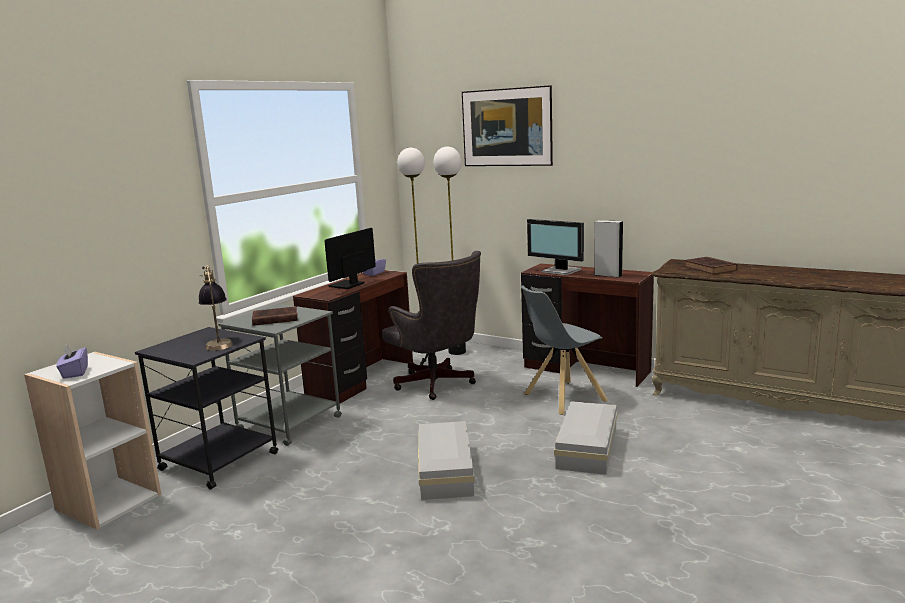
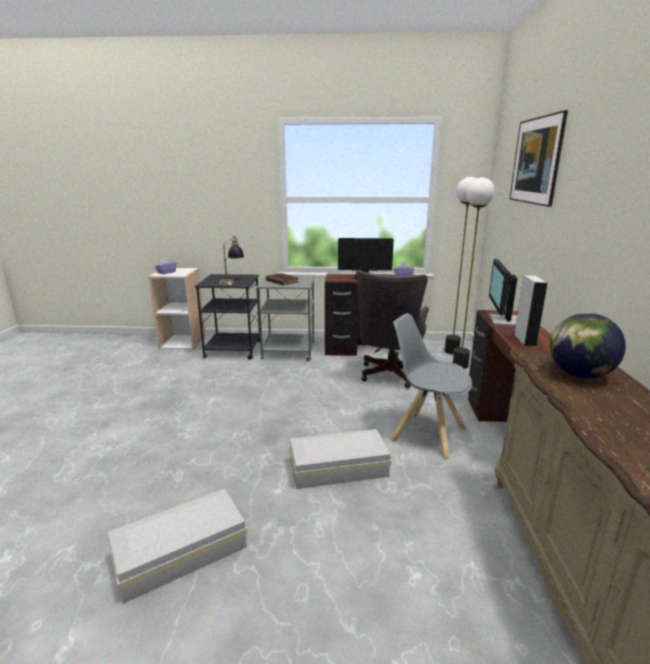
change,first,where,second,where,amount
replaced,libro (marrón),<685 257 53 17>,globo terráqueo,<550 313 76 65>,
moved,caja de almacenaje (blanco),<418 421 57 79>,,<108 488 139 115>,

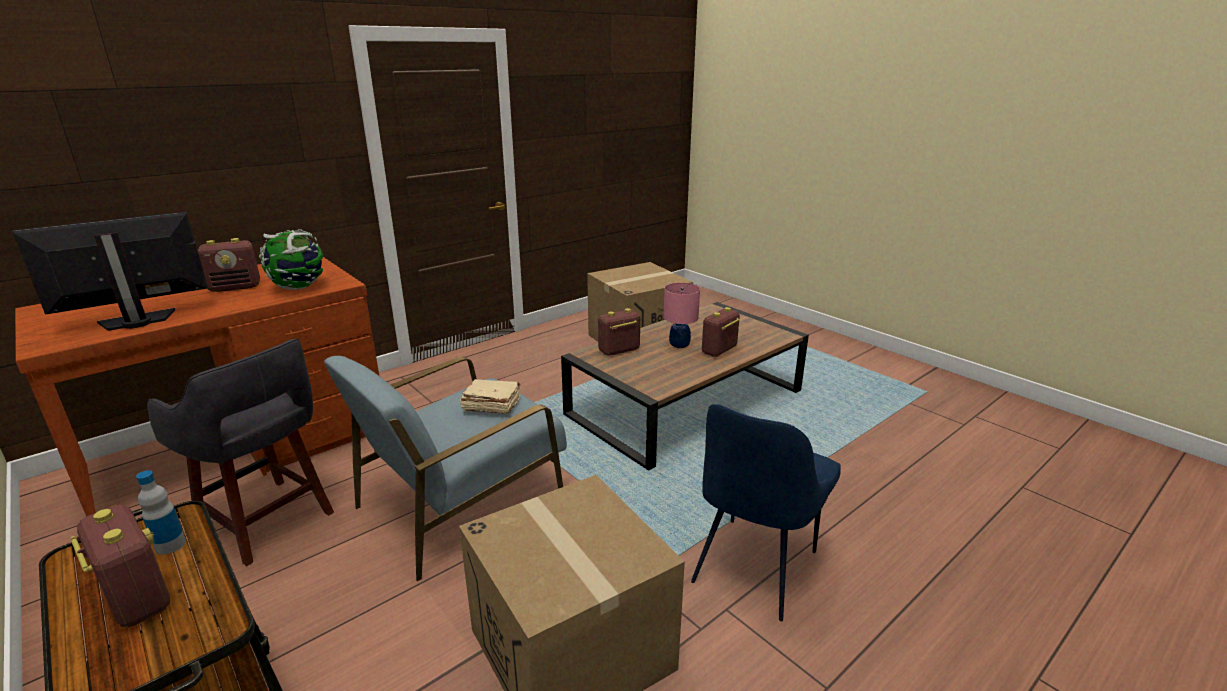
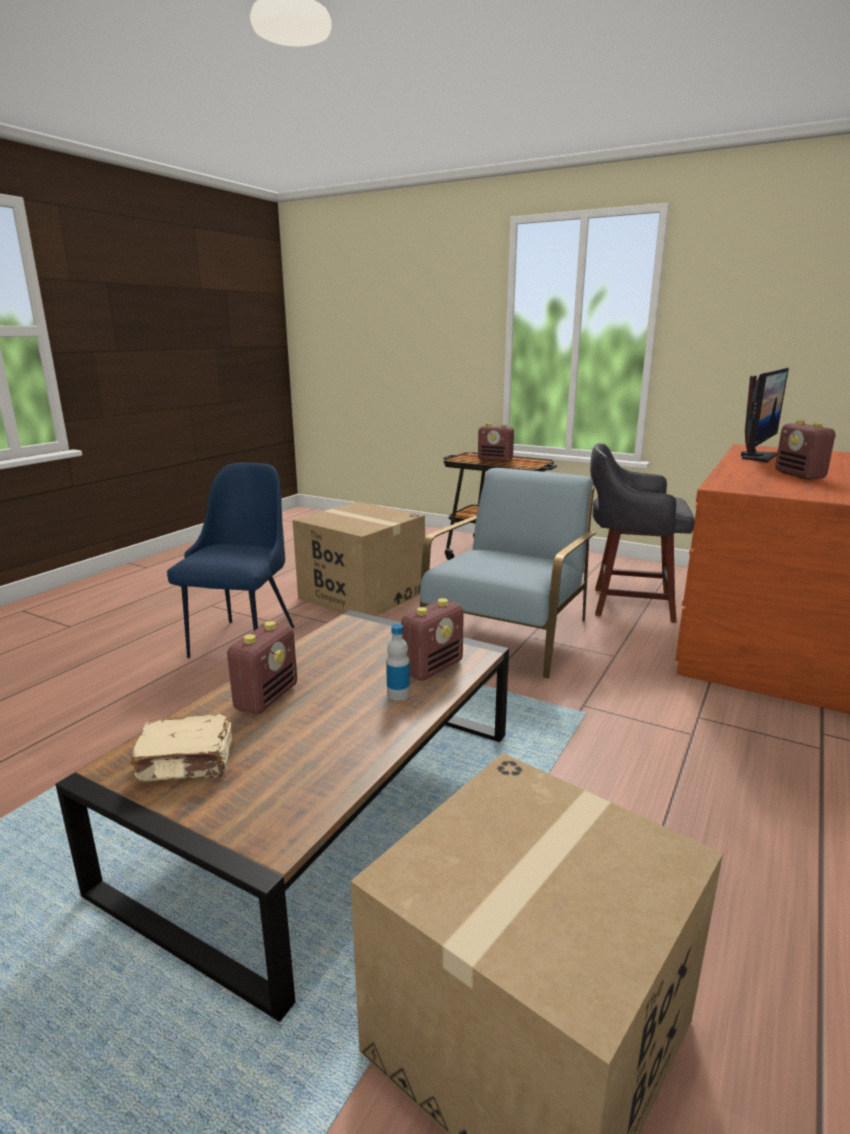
change,first,where,second,where,amount
removed,globo terráqueo,<259 229 64 61>,,,
turned,radio,<198 238 62 54>,,<775 420 62 59>,60 degrees counterclockwise
removed,lámpara de mesa (rosa),<663 283 37 65>,,,
moved,libro (beis),<460 379 61 35>,,<130 714 103 67>,
moved,botella,<136 470 50 85>,,<386 624 24 77>,

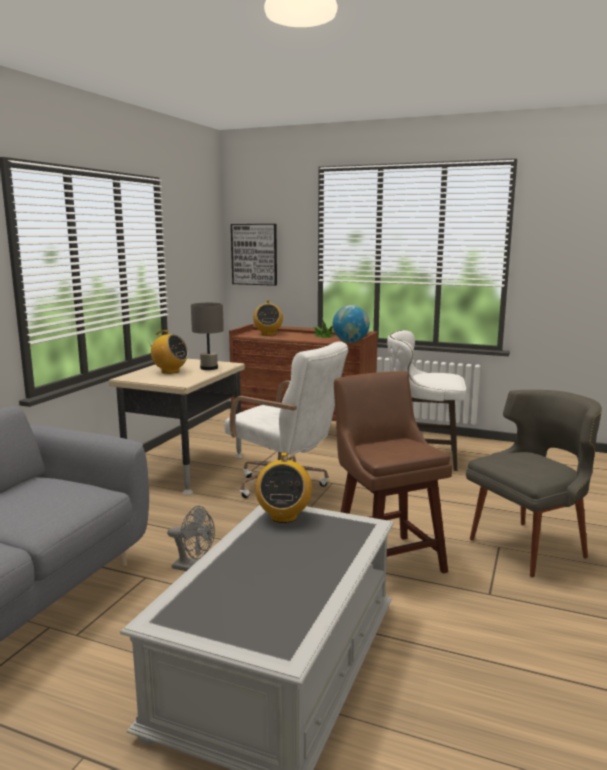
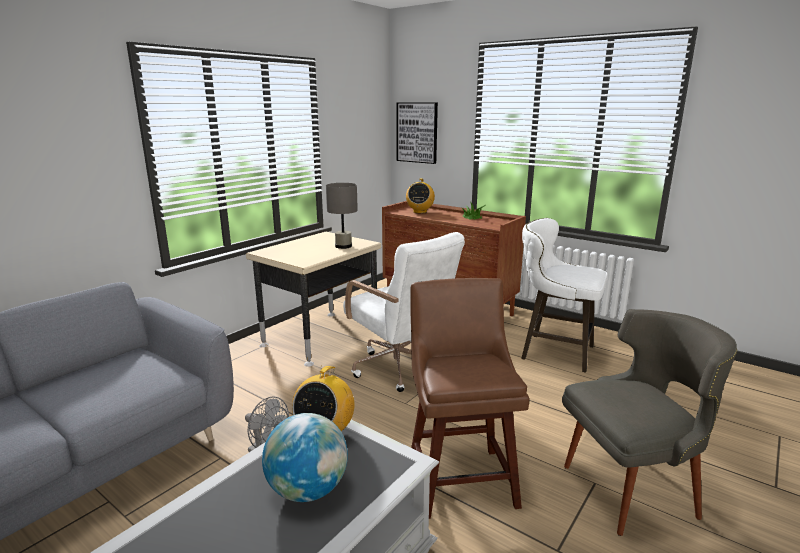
change,first,where,second,where,amount
moved,globo terráqueo,<333 305 37 37>,,<262 413 86 89>,
removed,radio,<146 330 42 44>,,,

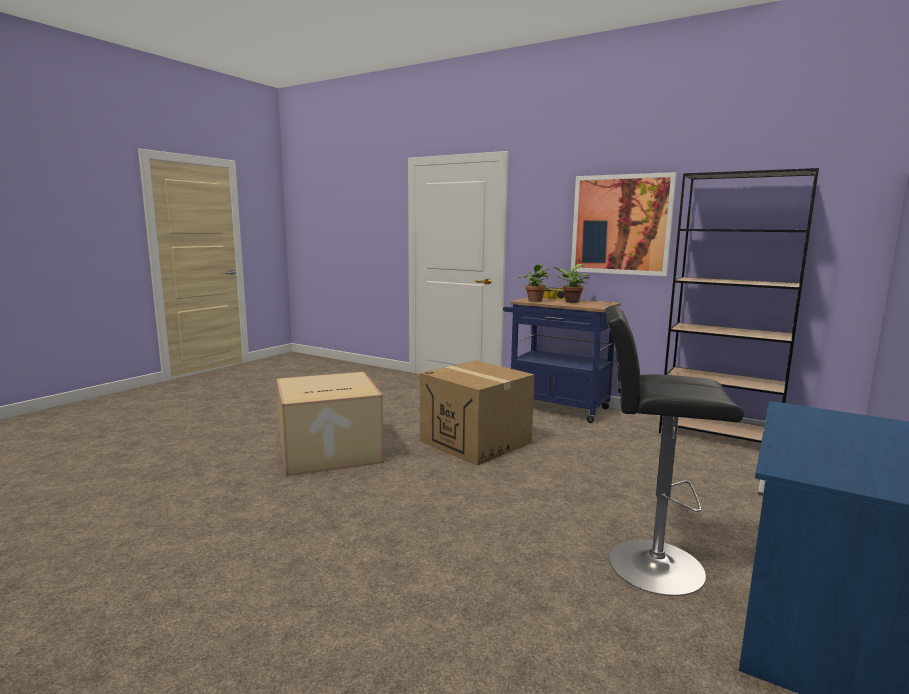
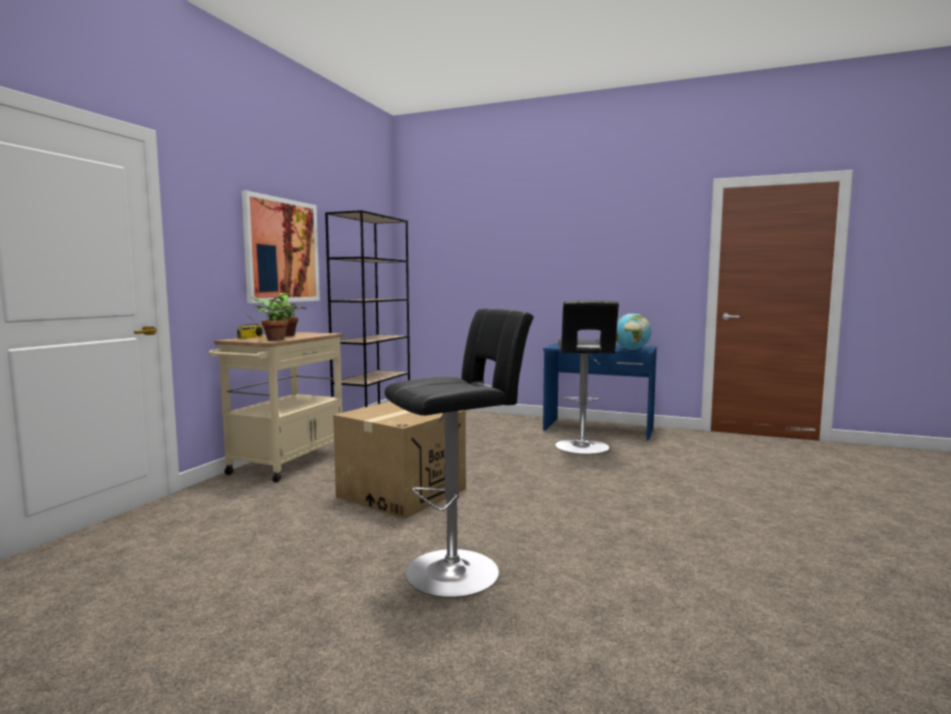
change,first,where,second,where,amount
recoloured,carrito (azul),<503 297 118 126>,carrito (beis),<209 332 134 151>,
replaced,caja de cartón,<277 372 107 105>,taburete (negro),<385 308 149 290>,
added,,,globo terráqueo,<616 314 35 36>,

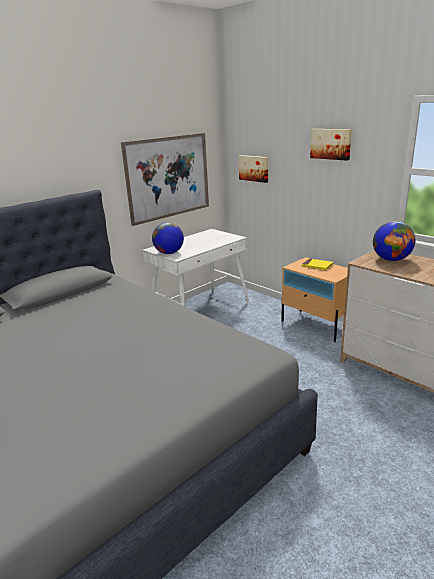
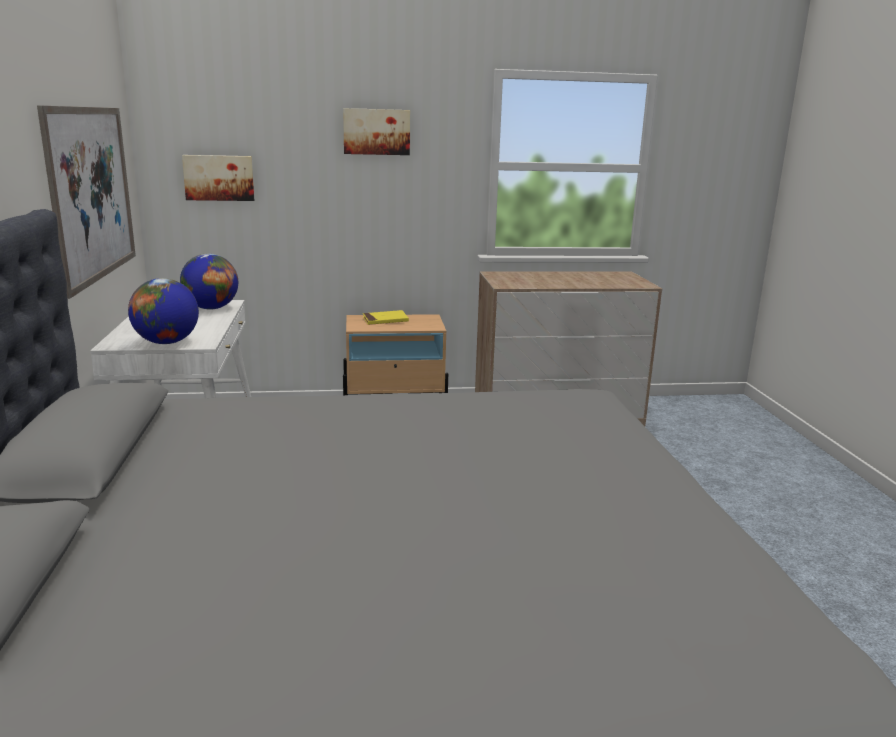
change,first,where,second,where,amount
moved,globo terráqueo,<373 221 42 40>,,<180 253 58 57>,

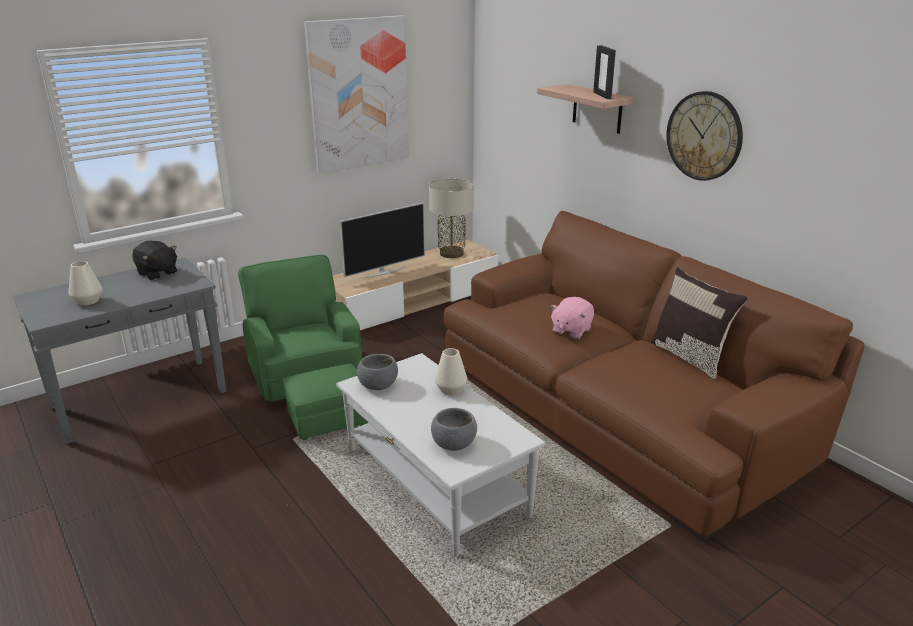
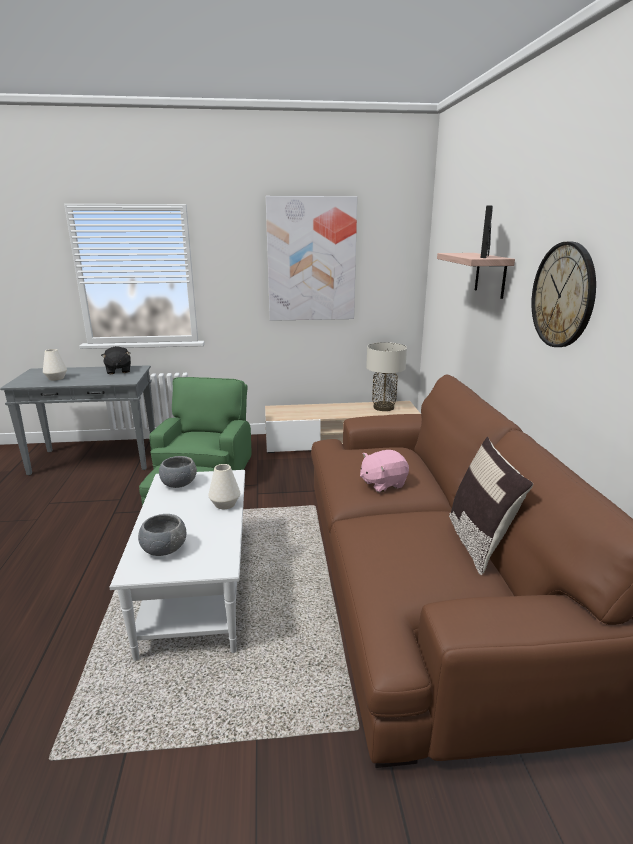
change,first,where,second,where,amount
removed,televisor,<340 202 85 77>,,,

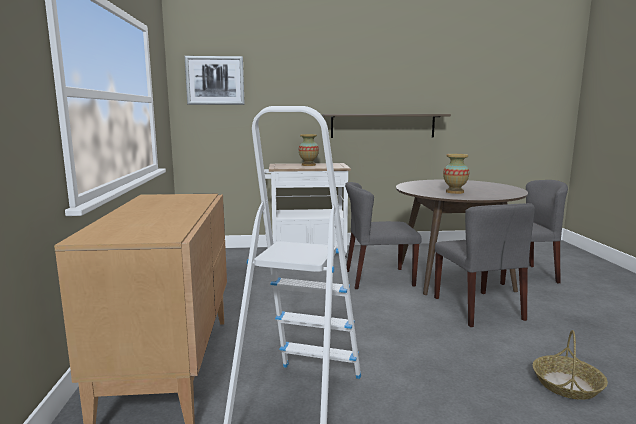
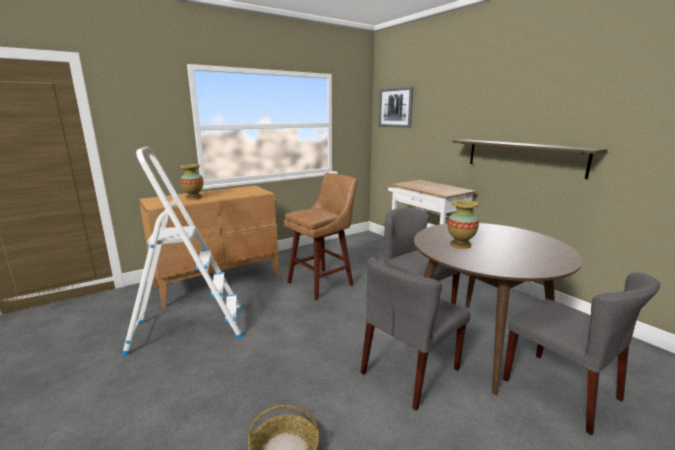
change,first,where,second,where,amount
moved,florero,<299 134 20 32>,,<180 164 24 36>,
added,,,taburete (marrón),<284 173 73 128>,

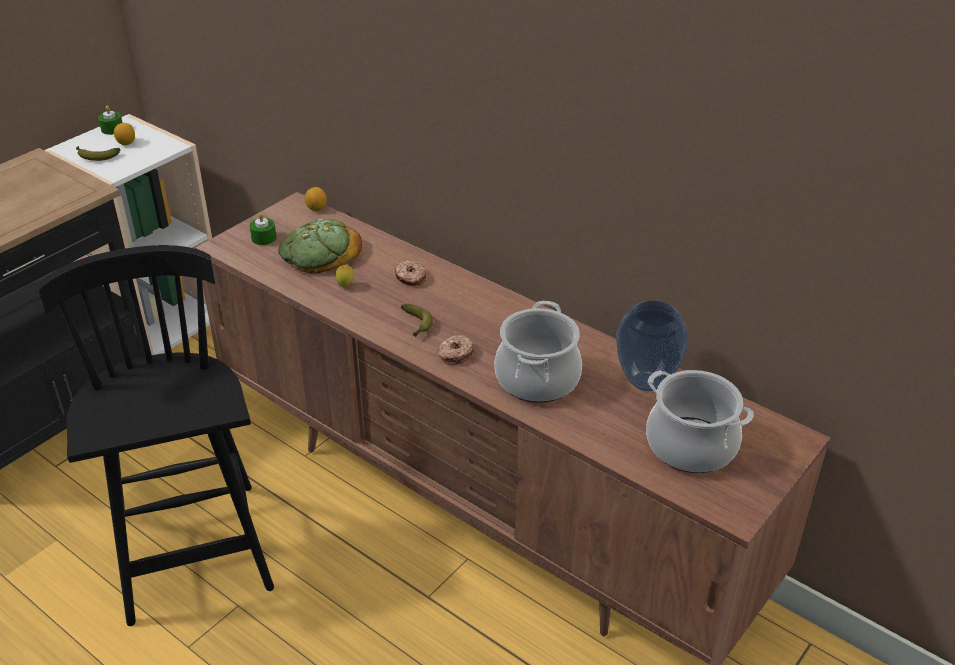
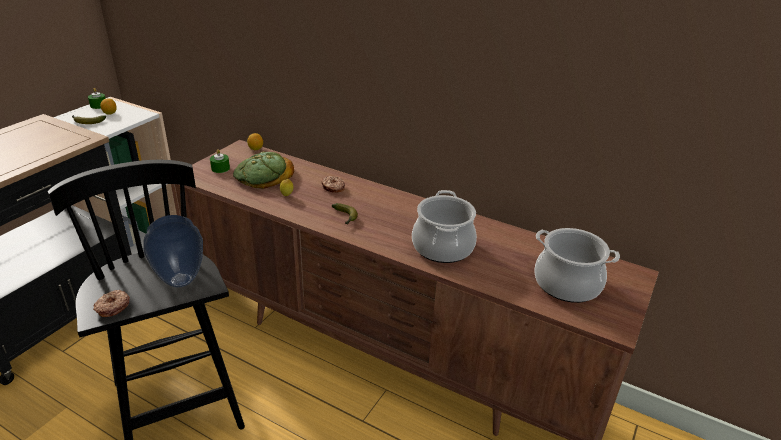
change,first,where,second,where,amount
moved,florero,<616 301 72 90>,,<143 215 60 72>,
moved,rosquilla,<437 335 37 30>,,<93 290 37 27>,

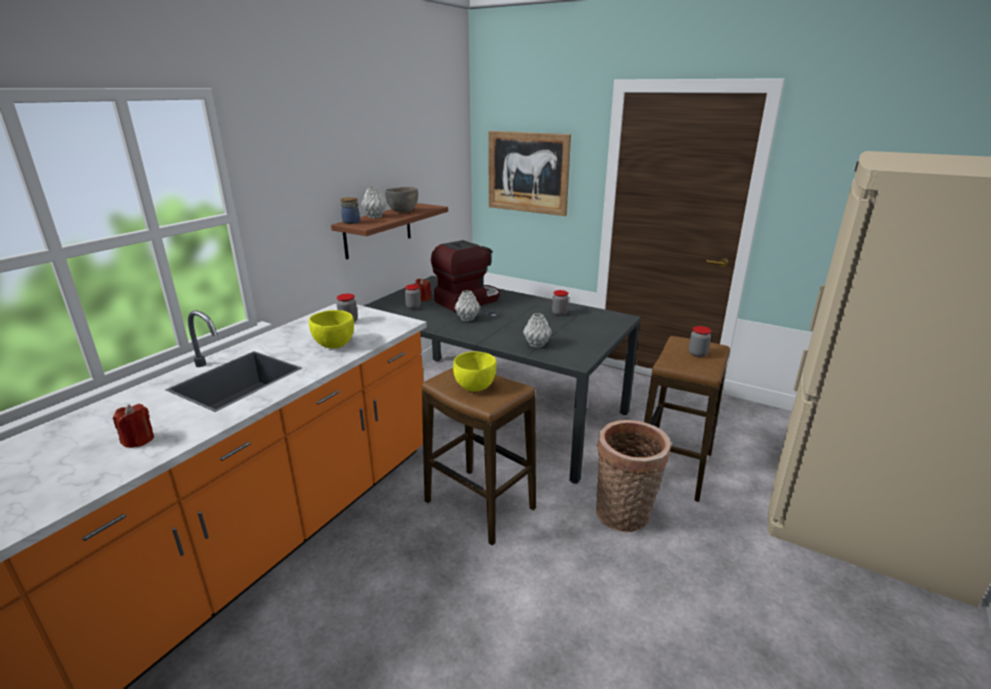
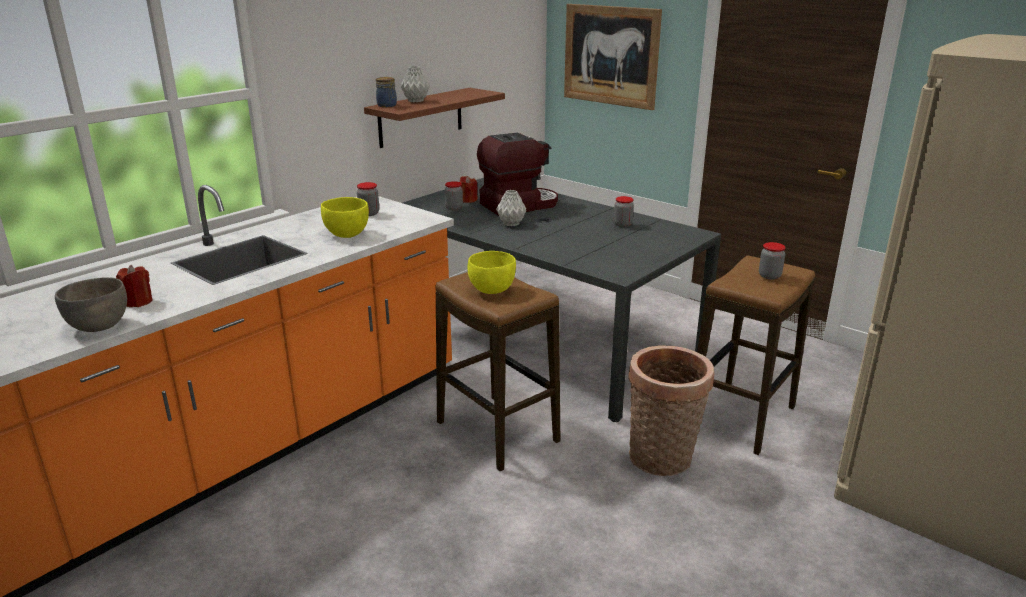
change,first,where,second,where,amount
moved,cuenco (gris),<385 187 33 25>,,<55 277 72 55>,
removed,florero (gris),<523 313 29 35>,,,

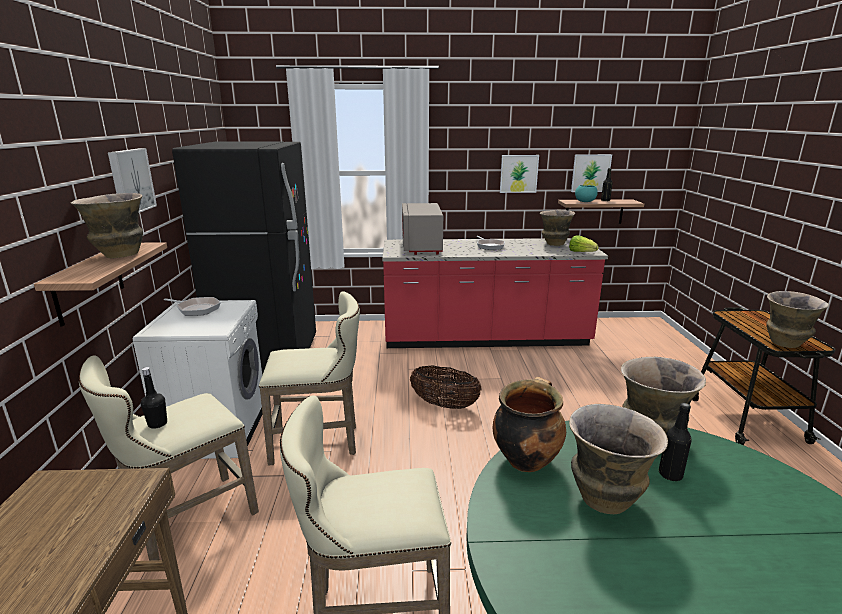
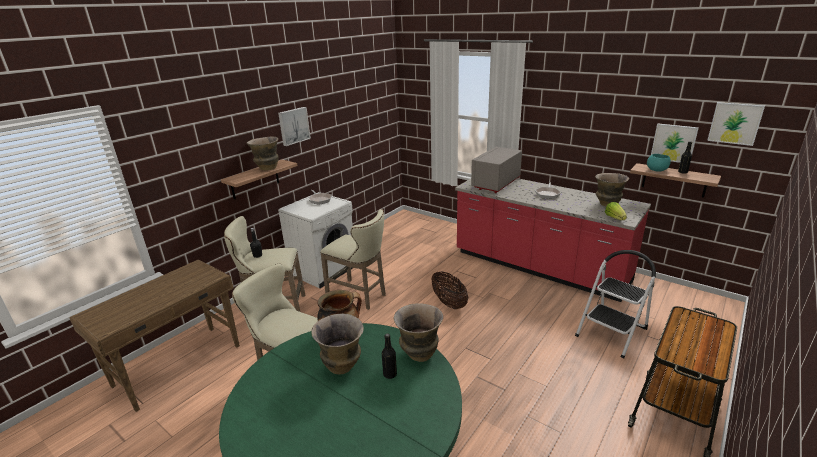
change,first,where,second,where,amount
removed,nevera (negro),<172 142 144 233>,,,
moved,cuadro,<500 155 39 38>,,<707 102 58 44>,
removed,florero,<766 291 63 57>,,,
added,,,escalera de tijera,<575 250 81 108>,

